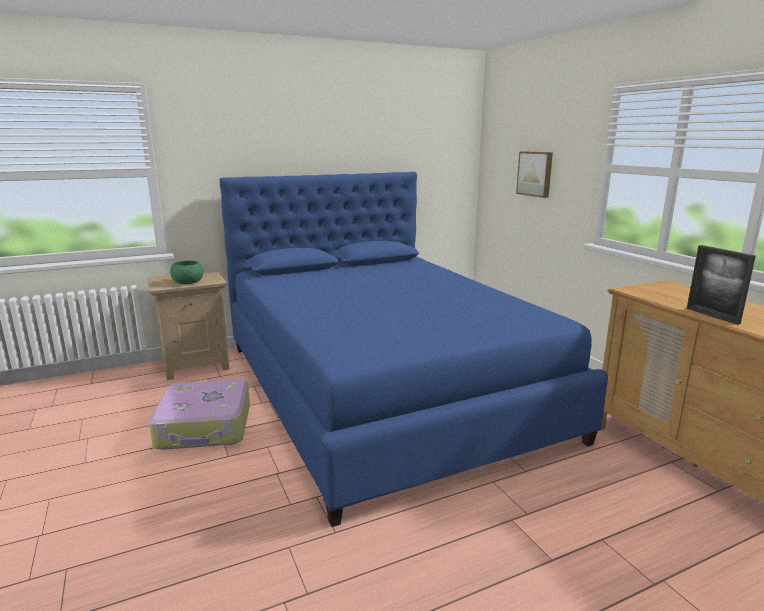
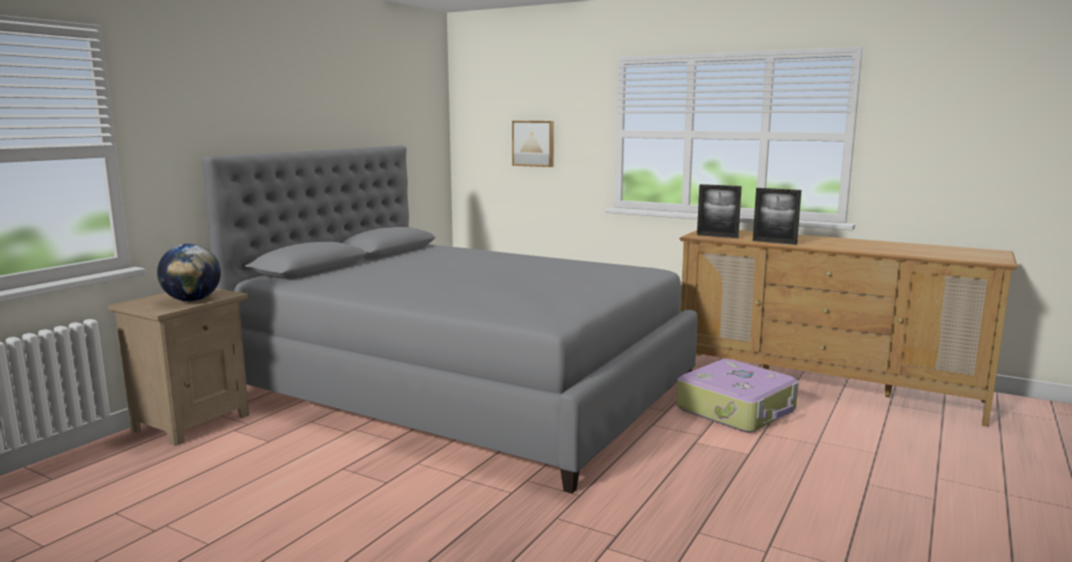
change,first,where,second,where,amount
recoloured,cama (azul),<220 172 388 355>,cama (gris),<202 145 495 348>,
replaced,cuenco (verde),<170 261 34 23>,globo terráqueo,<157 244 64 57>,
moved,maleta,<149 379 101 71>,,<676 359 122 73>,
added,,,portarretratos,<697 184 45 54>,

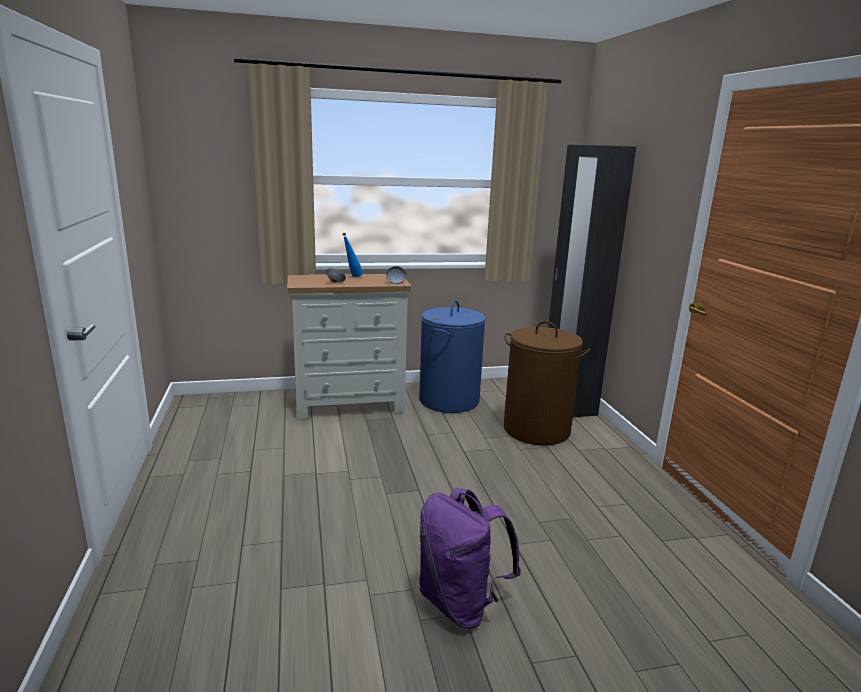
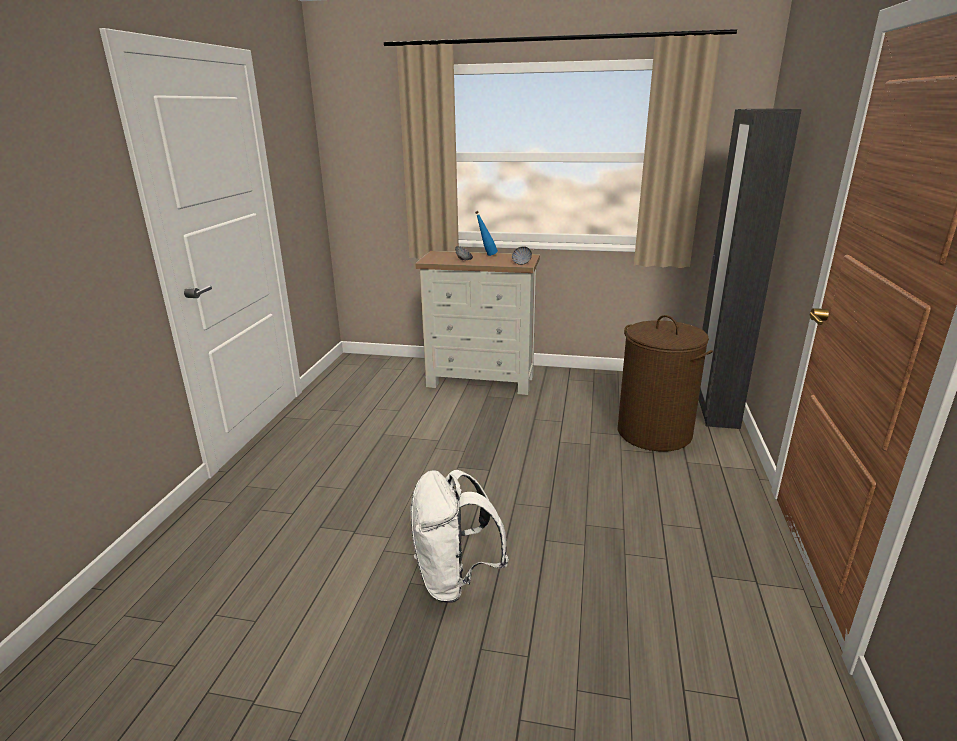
change,first,where,second,where,amount
removed,cesto de la ropa (azul),<419 300 67 113>,,,
recoloured,mochila (morado),<419 488 102 140>,mochila (blanco),<410 470 99 133>,

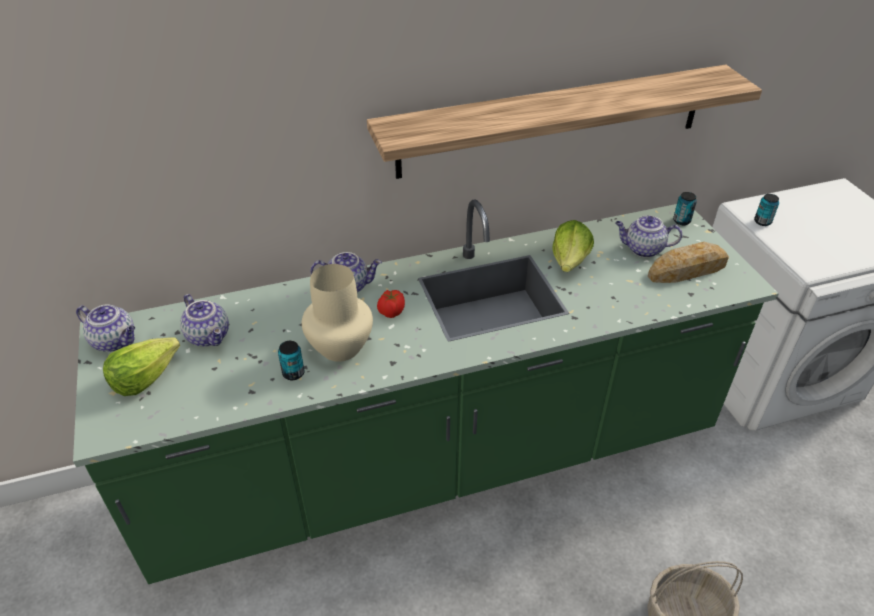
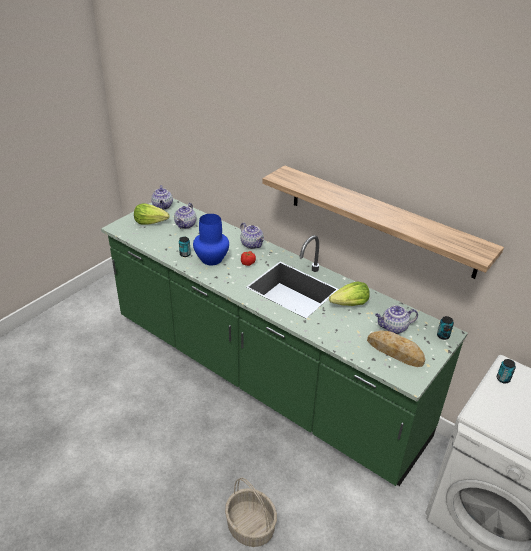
change,first,where,second,where,amount
turned,tetera,<615 215 67 43>,,<375 305 43 29>,75 degrees counterclockwise
recoloured,florero (beis),<302 264 71 98>,florero (azul),<193 214 36 51>,

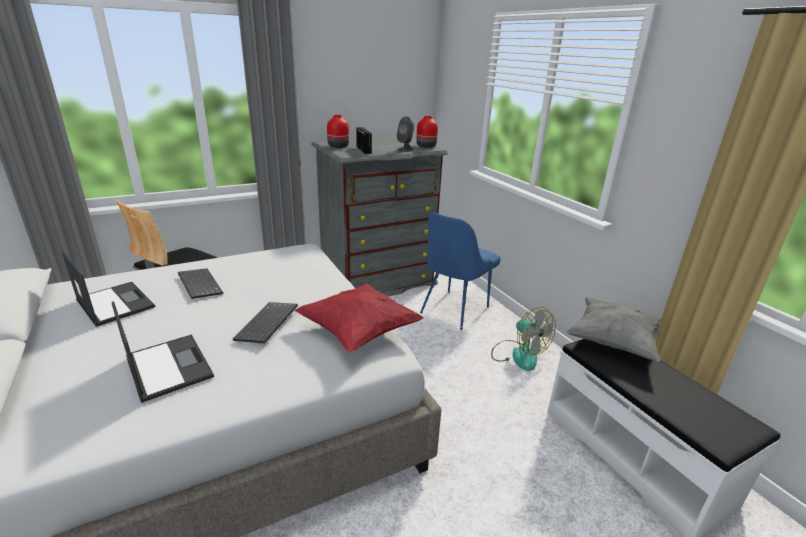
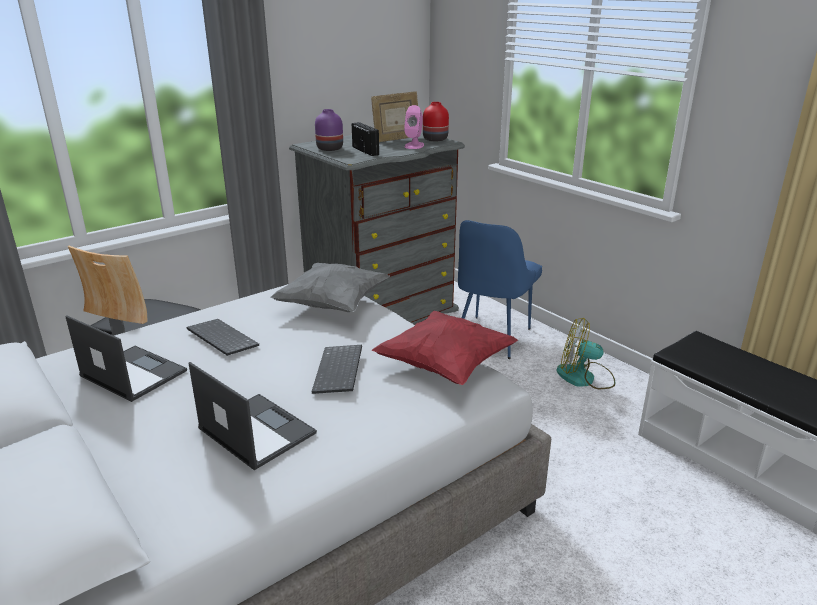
change,first,where,second,where,amount
recoloured,florero (rojo),<327 115 22 33>,florero (morado),<315 109 28 42>,
recoloured,altavoz (gris),<397 116 17 36>,altavoz (rosa),<404 105 20 44>,
moved,cojín (gris),<566 297 95 64>,,<270 263 120 49>,
turned,ventilador,<491 307 65 64>,,<557 318 58 71>,150 degrees clockwise
added,,,portarretratos,<371 91 47 51>,

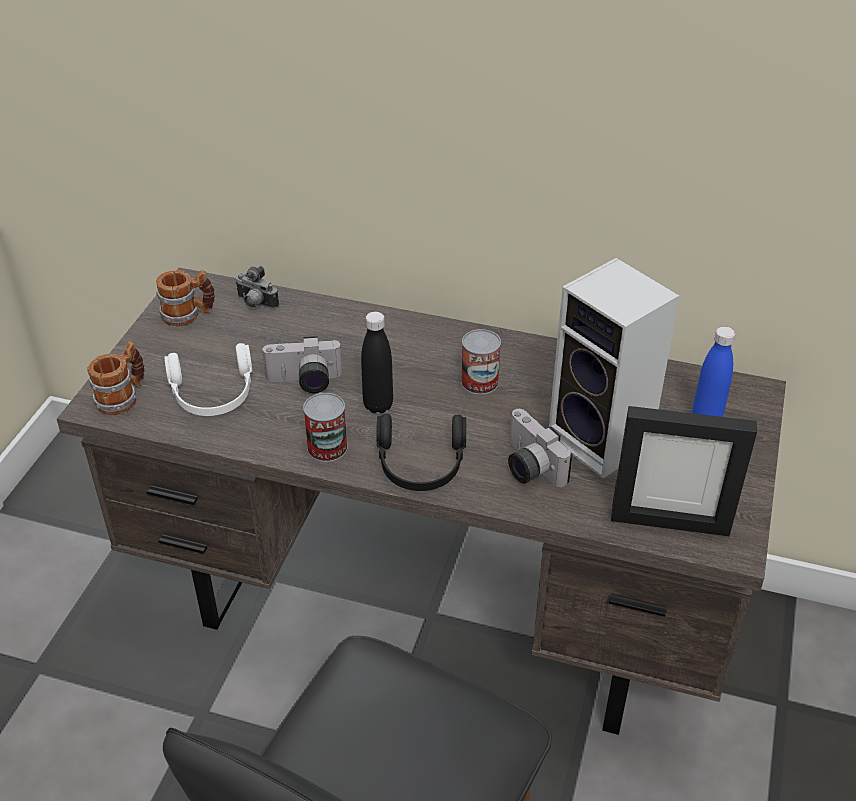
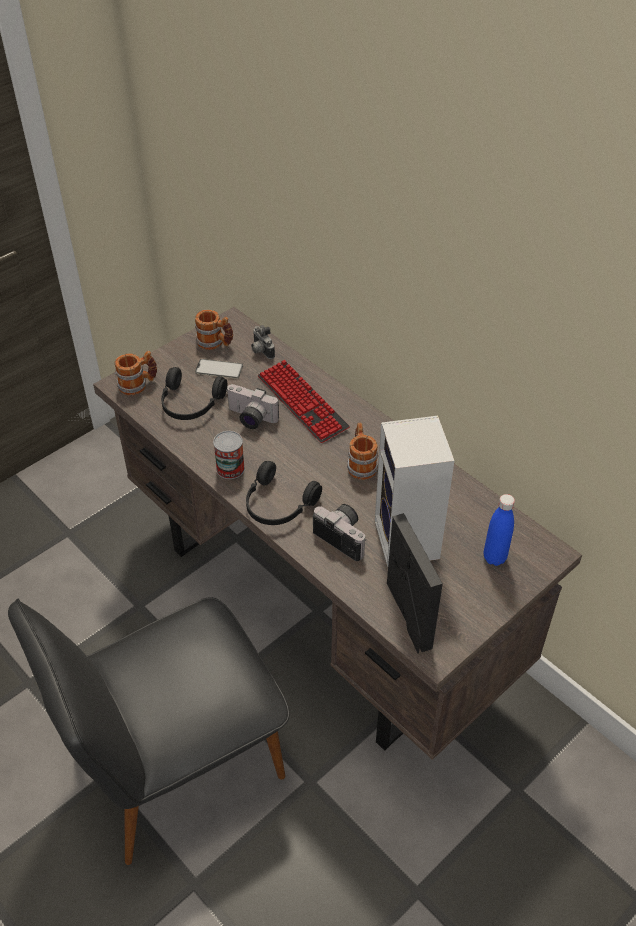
change,first,where,second,where,amount
removed,botella (negro),<361 312 32 101>,,,
replaced,lata,<461 329 40 66>,taza grande,<347 423 31 57>,
recoloured,auriculares (blanco),<165 343 88 73>,auriculares (negro),<161 367 66 53>,
turned,portarretratos,<611 406 146 130>,,<387 513 56 140>,150 degrees counterclockwise
turned,cámara,<508 409 64 78>,,<313 504 54 57>,135 degrees clockwise
added,,,móvil,<195 359 48 20>,
added,,,teclado,<258 360 92 83>,

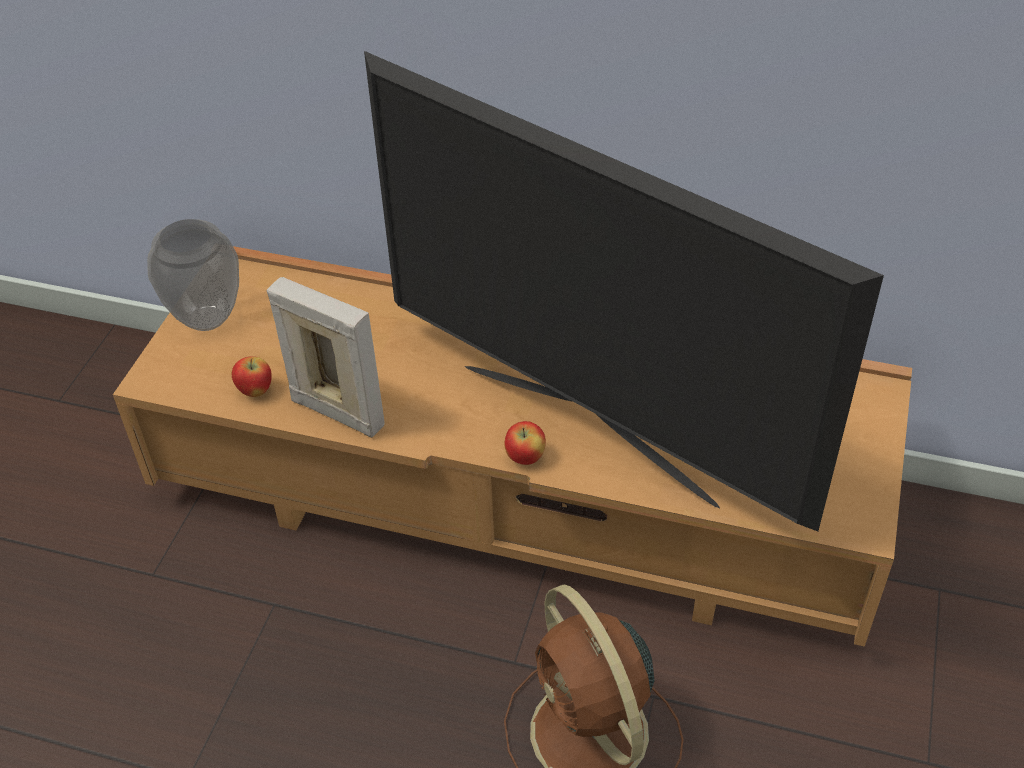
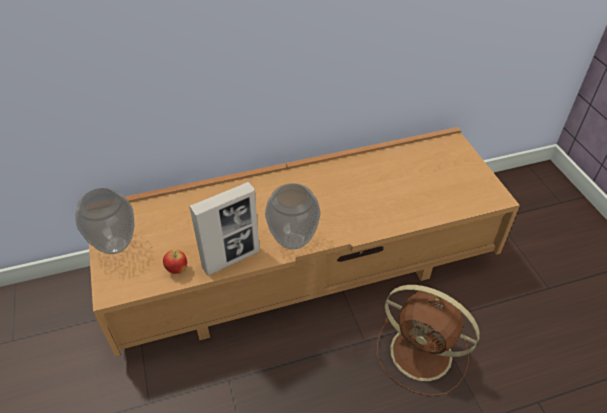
change,first,where,second,where,amount
removed,televisor,<364 51 520 480>,,,
turned,portarretratos,<267 277 118 161>,,<189 182 70 94>,150 degrees clockwise
removed,manzana,<505 421 41 44>,,,
added,,,florero,<265 183 56 67>,

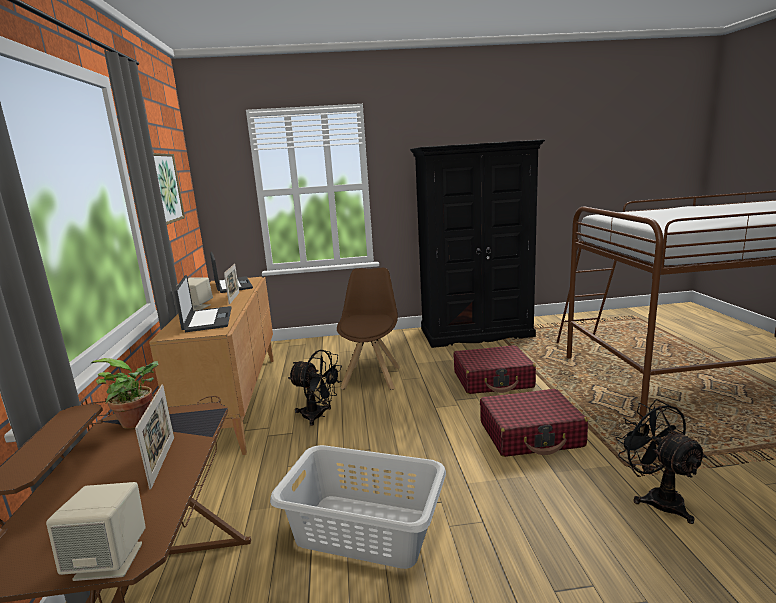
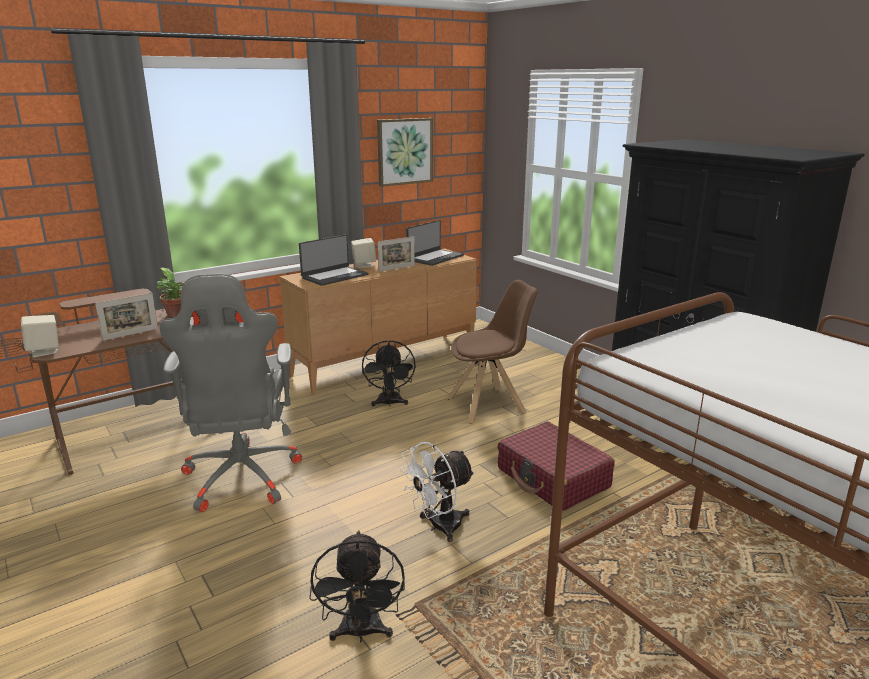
change,first,where,second,where,amount
replaced,maleta (rojo),<480 389 108 68>,ventilador (blanco),<399 442 76 100>,
turned,ventilador (negro),<616 399 91 125>,,<309 530 96 112>,135 degrees clockwise
replaced,cesto de la ropa (gris),<270 445 176 124>,silla de oficina (gris),<160 274 142 238>,

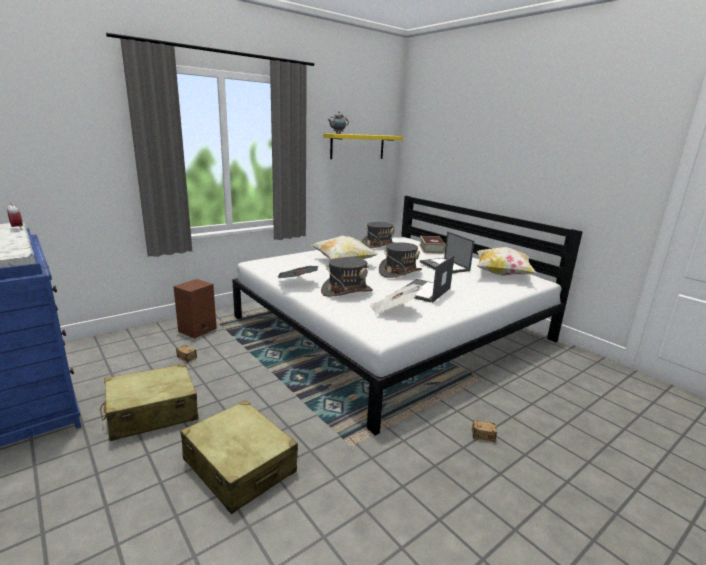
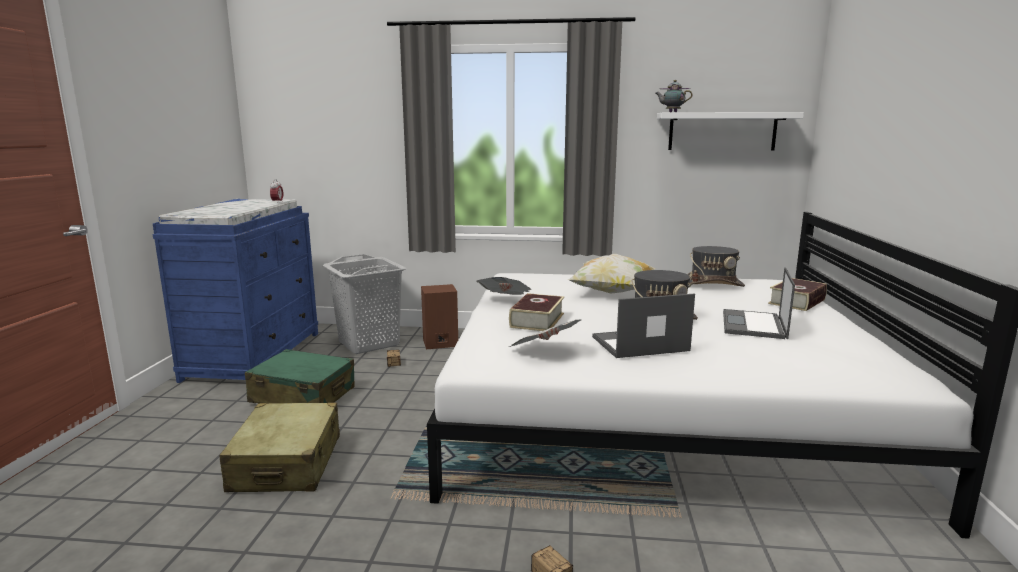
change,first,where,second,where,amount
recoloured,estante (amarillo),<323 133 80 26>,estante (blanco),<657 112 147 38>,
removed,cojín,<476 247 61 29>,,,
replaced,sombrero (gris),<321 257 52 40>,libro,<509 293 55 38>,
recoloured,maleta (beis),<100 364 99 77>,maleta (verde),<245 349 110 54>,
added,,,cesto de la ropa (gris),<323 254 84 100>,

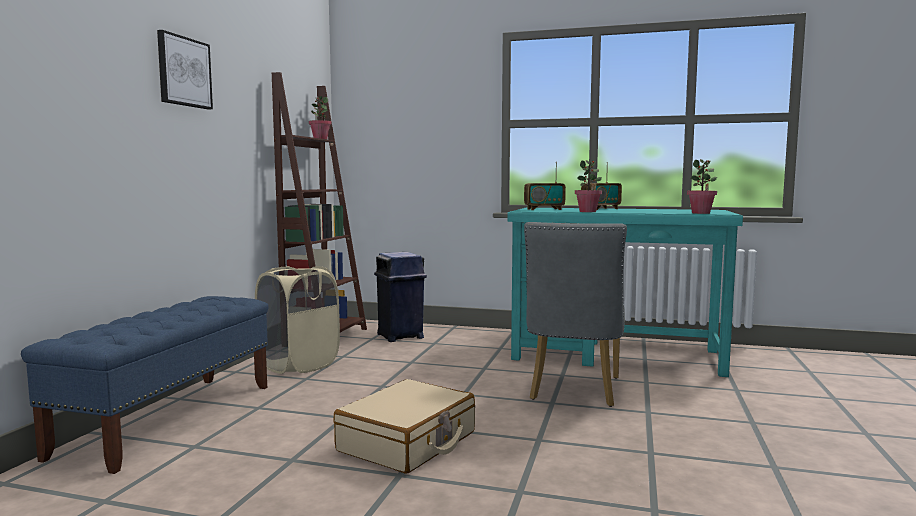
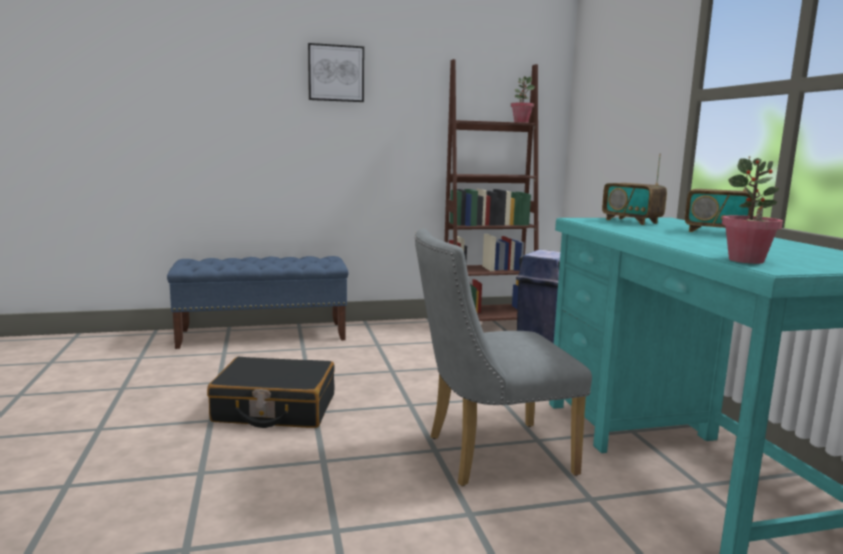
change,first,where,second,where,amount
removed,planta en maceta,<575 160 27 52>,,,
removed,cesto de la ropa (beis),<255 266 85 108>,,,
recoloured,maleta (beis),<333 379 142 95>,maleta (negro),<207 356 128 72>,

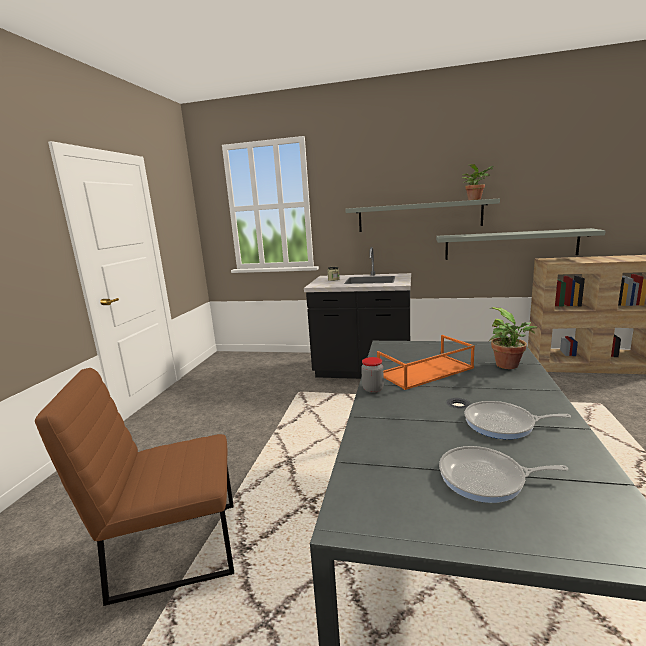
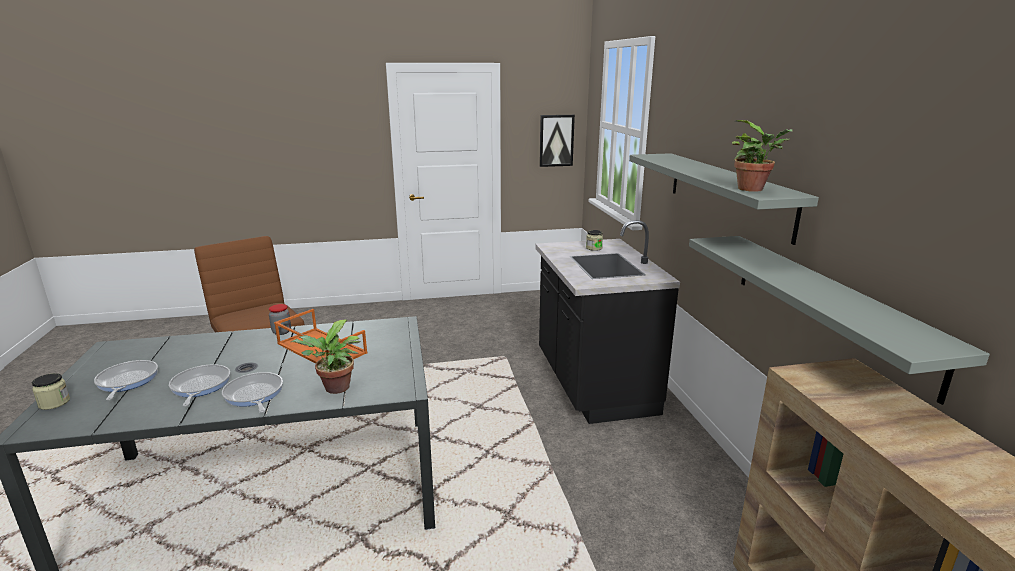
change,first,where,second,where,amount
added,,,cuadro,<539 115 36 52>,
added,,,sartén,<222 372 61 41>,
added,,,tarro,<32 373 38 37>,

